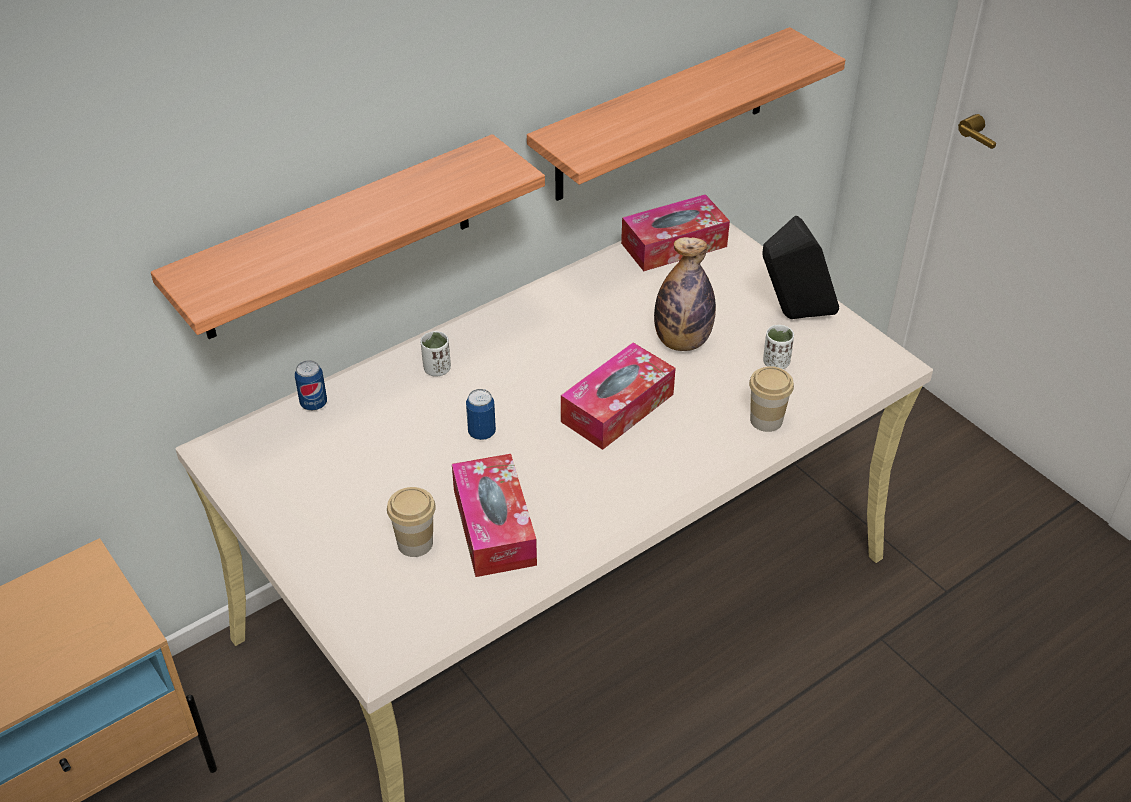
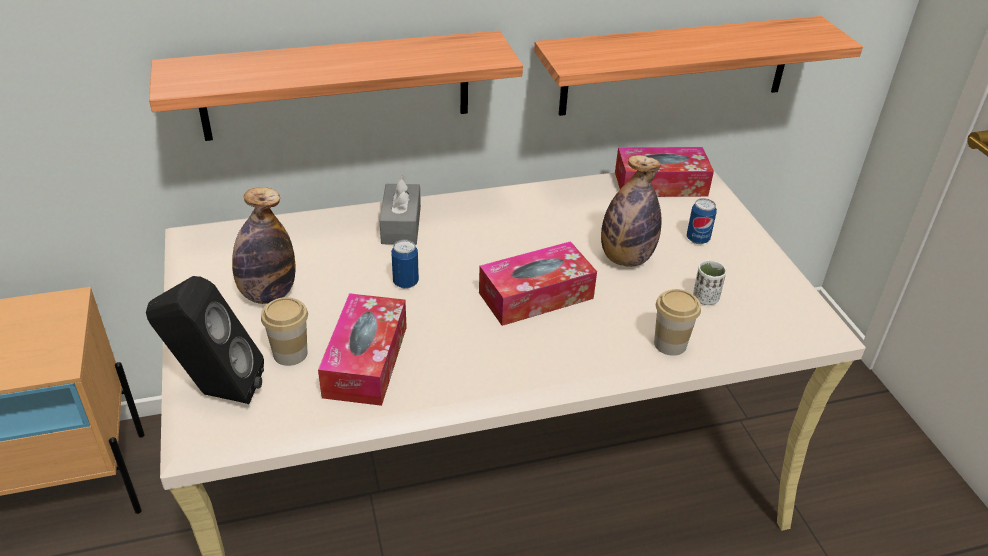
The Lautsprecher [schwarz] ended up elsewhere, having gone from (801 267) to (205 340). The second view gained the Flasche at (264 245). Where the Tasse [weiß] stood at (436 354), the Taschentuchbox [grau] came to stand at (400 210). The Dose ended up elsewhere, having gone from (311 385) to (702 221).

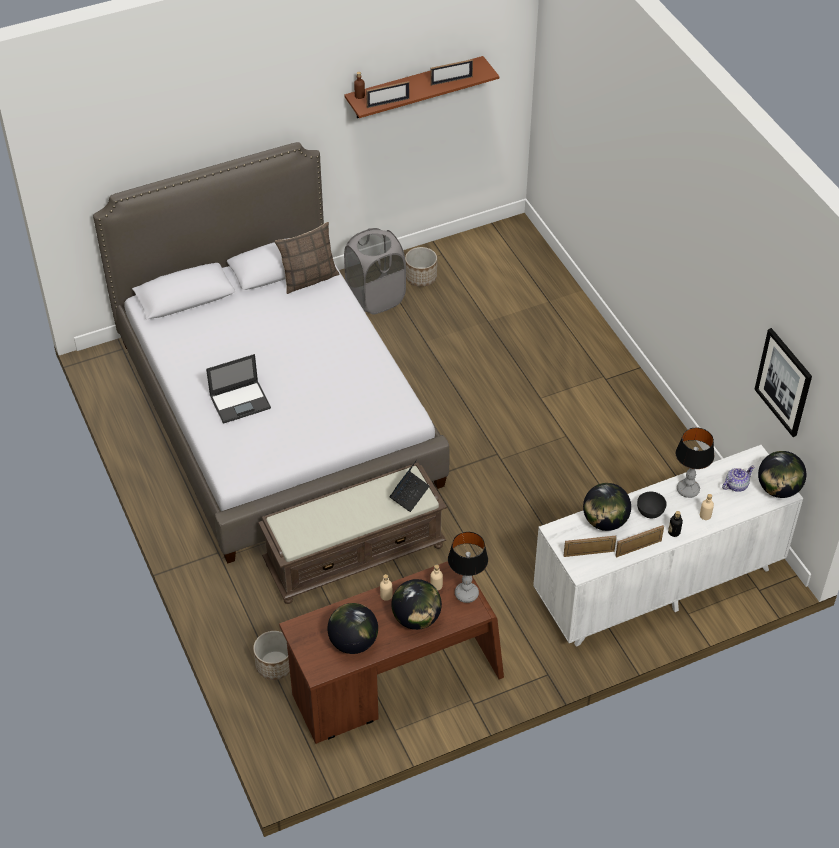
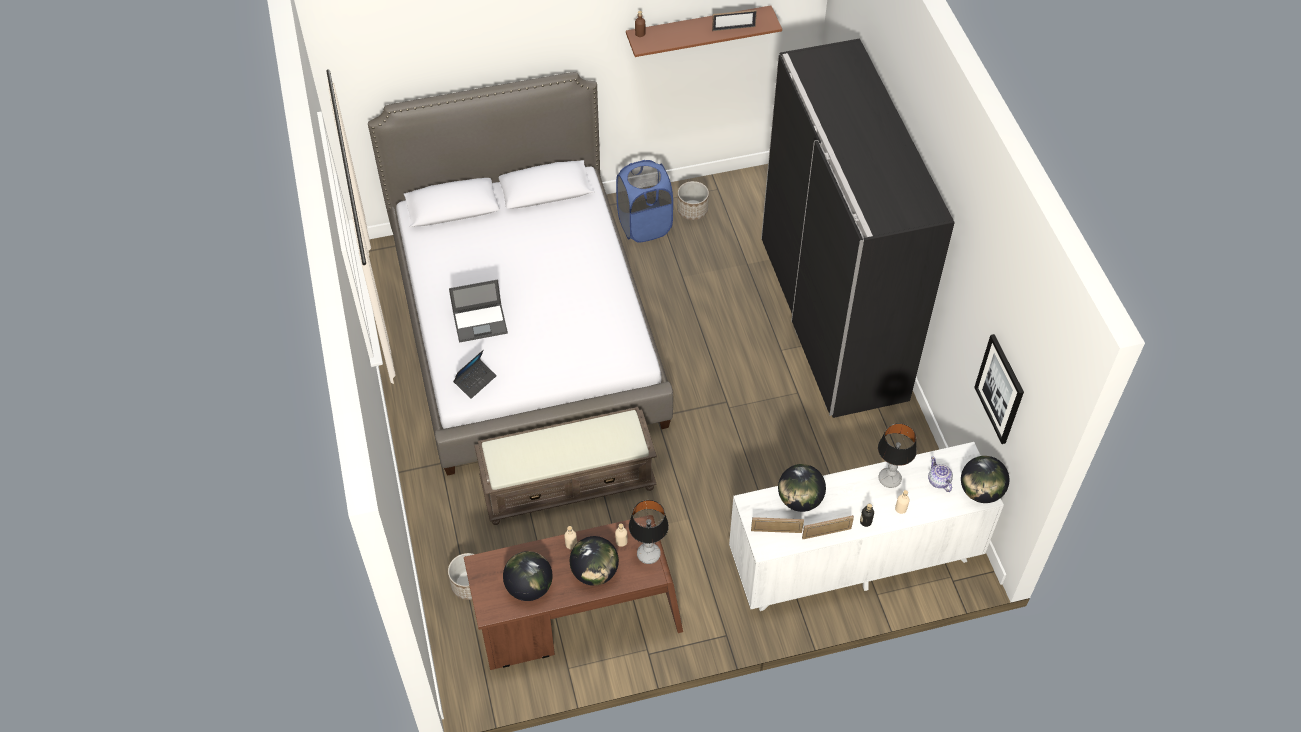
The Laptop ended up elsewhere, having gone from (409 486) to (475 374). What was the Wäschekorb [grau] at (375 271) turned into the Wäschekorb [blau] at (644 201). The second view gained the Kleiderschrank [schwarz] at (858 228). The Teekanne at (738 479) ended up facing another way, 90 degrees counterclockwise from before. The second view lost the Kissen at (307 258). The second view lost the Bilderrahmen at (388 94). The second view lost the Schüssel [grau] at (652 504).

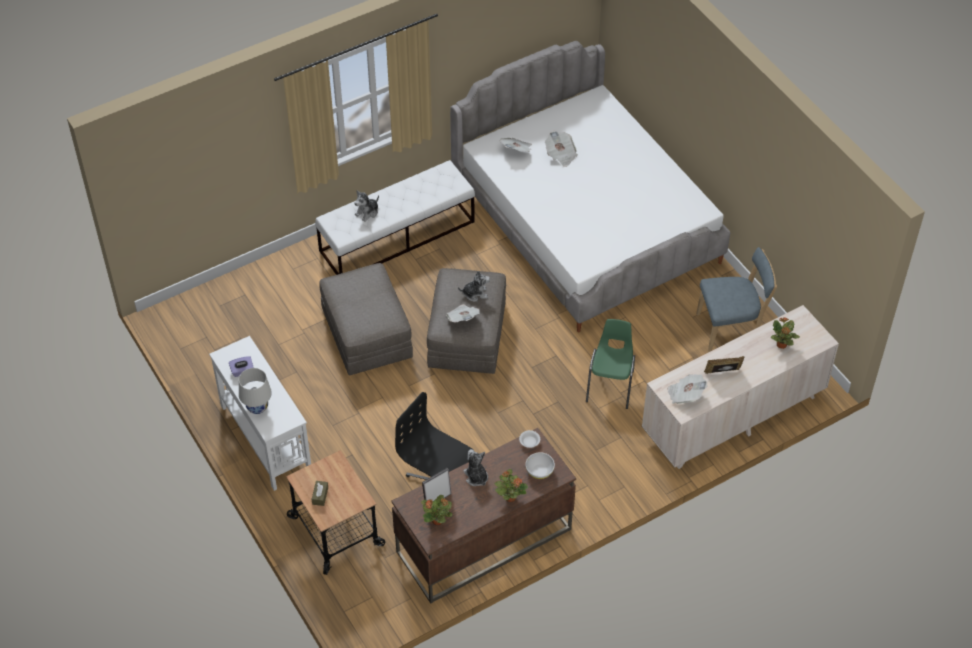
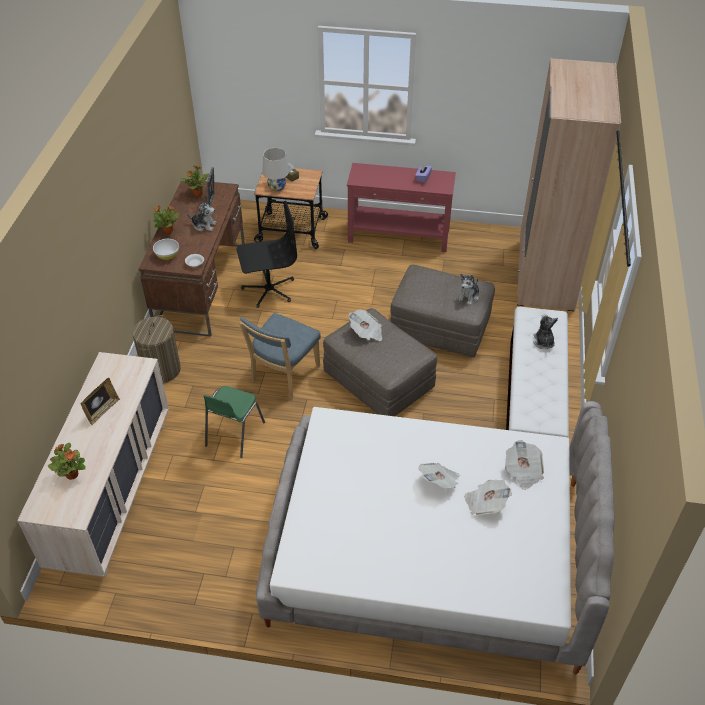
The second view gained the Wäschekorb at (156 349). The Stuhl [grün] at (610 364) ended up facing another way, 60 degrees clockwise from before. The Stuhl [blau] ended up elsewhere, having gone from (736 299) to (280 356). The Tischlampe [weiß] ended up elsewhere, having gone from (255 391) to (275 169). What was the Konsolentisch [weiß] at (260 413) turned into the Konsolentisch [rot] at (401 207). The Zeitung ended up elsewhere, having gone from (687 389) to (439 475). The Plüschtier ended up elsewhere, having gone from (474 286) to (469 290). The second view gained the Kleiderschrank [beige] at (569 184).

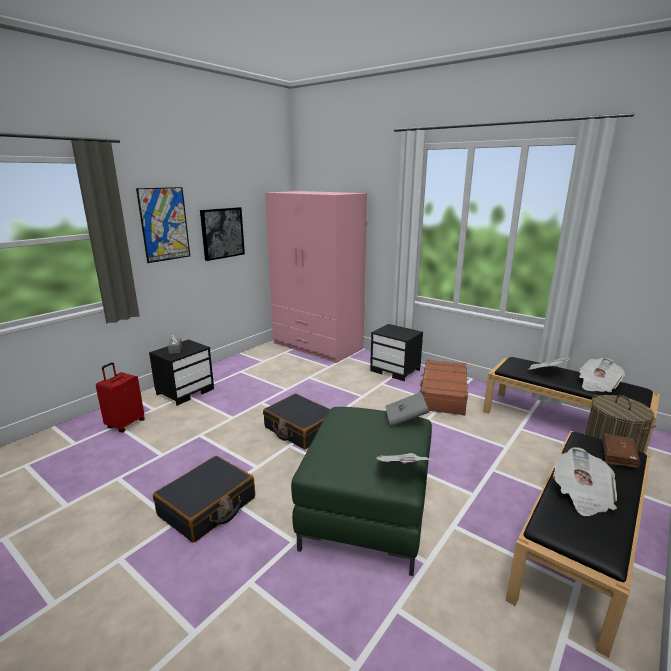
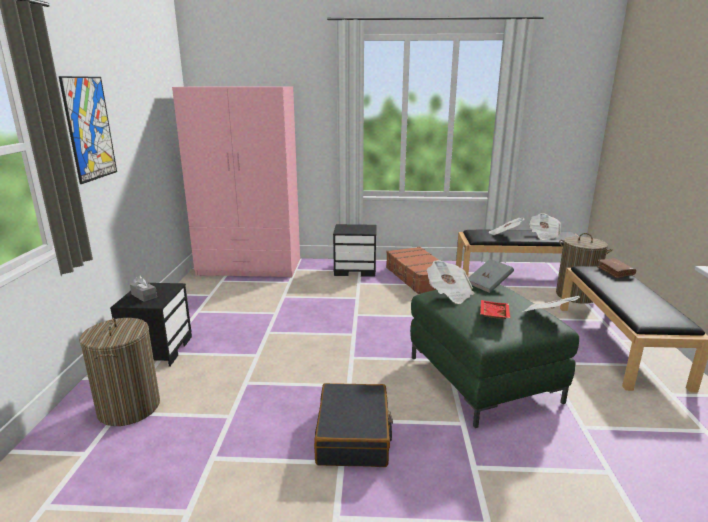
Where the Koffer [rot] stood at (120 397), the Wäschekorb came to stand at (119 372). The Zeitung ended up elsewhere, having gone from (585 481) to (451 282). The second view gained the Tablett [rot] at (495 309). The second view lost the Bild at (222 234). The second view lost the Koffer [schwarz] at (296 422).

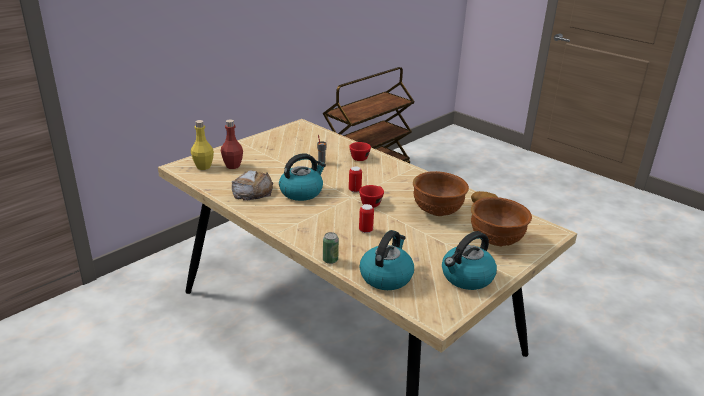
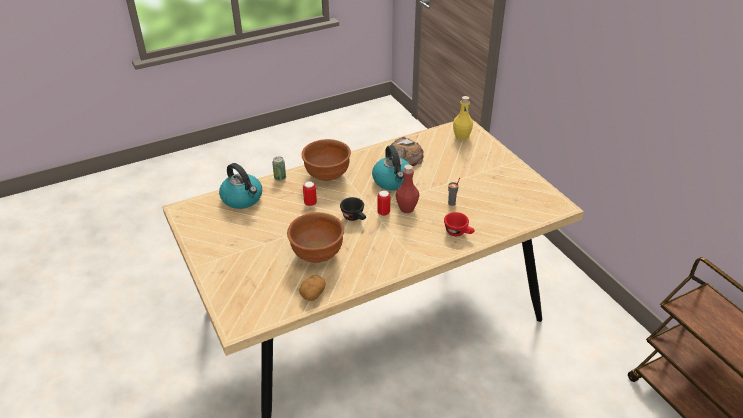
The Schüssel [braun] ended up elsewhere, having gone from (501 221) to (326 160). What was the Tasse [rot] at (371 196) turned into the Tasse [schwarz] at (353 209). The Flasche [rot] ended up elsewhere, having gone from (232 144) to (407 189). The second view lost the Wasserkessel at (469 260).

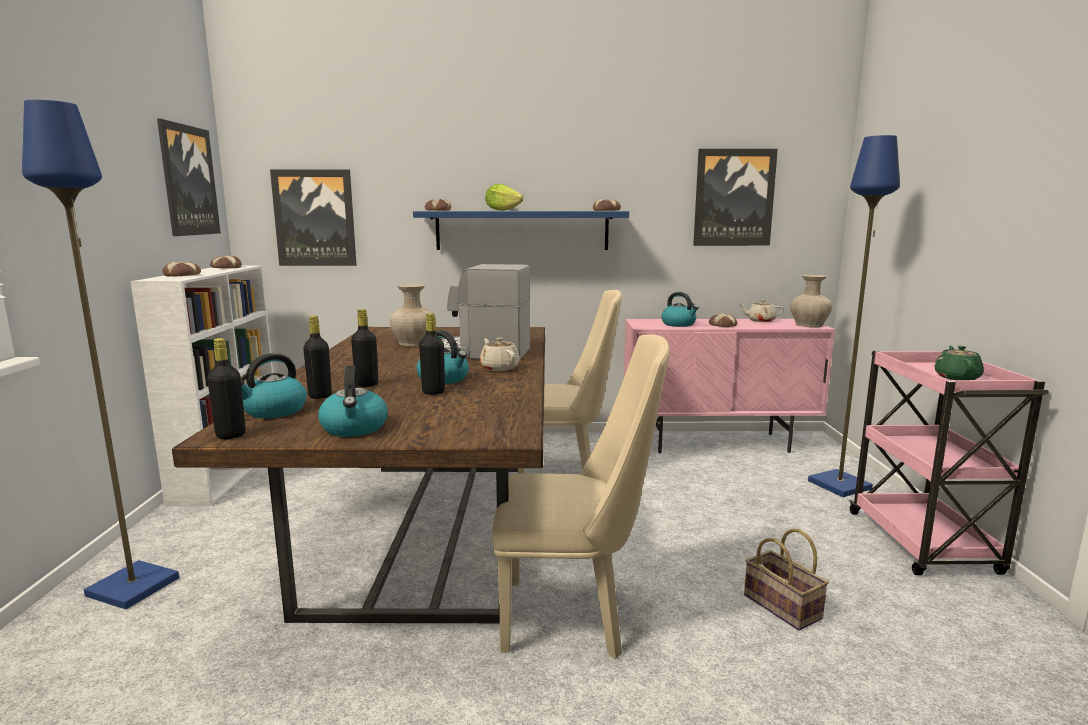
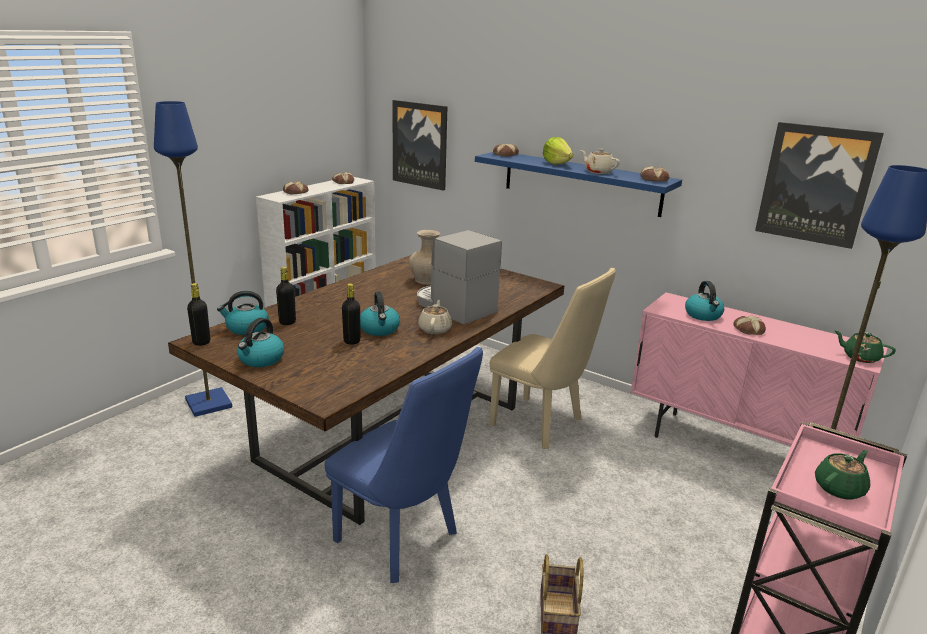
What was the Stuhl [beige] at (581 497) turned into the Stuhl [blau] at (404 465). The Teekanne [beige] ended up elsewhere, having gone from (762 311) to (600 161). Where the Vase [beige] stood at (811 301), the Teekanne [grün] came to stand at (865 346). The second view lost the Bild at (189 177). The second view lost the Flasche [schwarz] at (364 348).

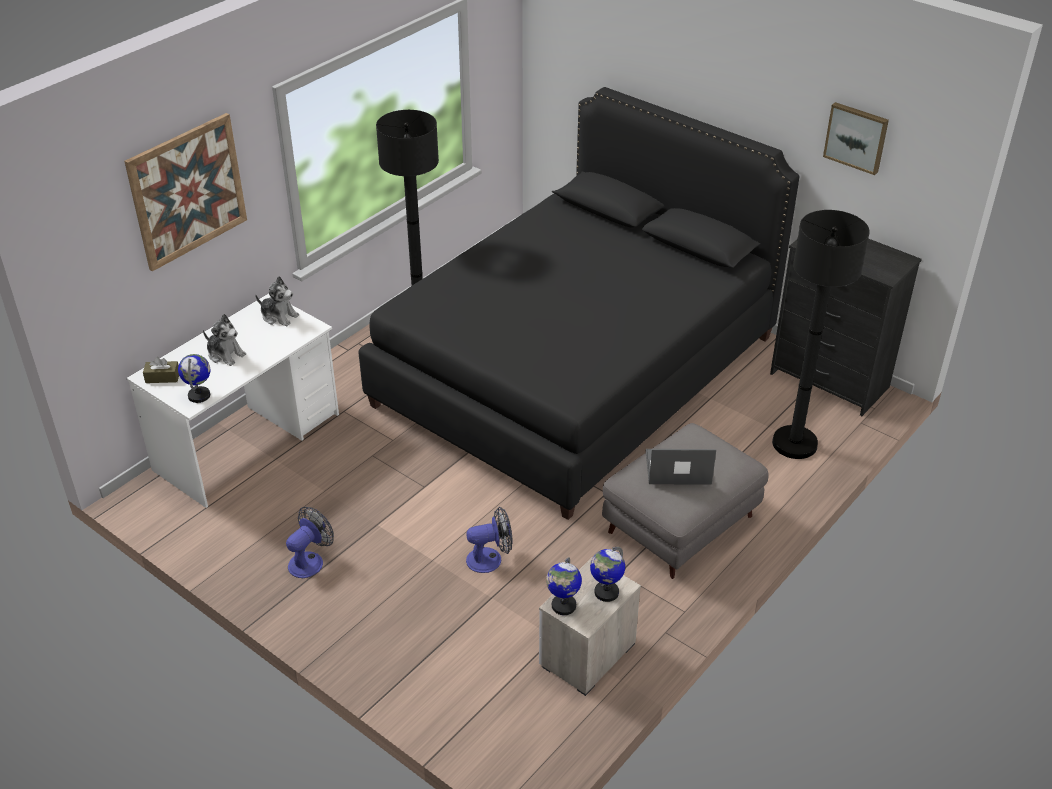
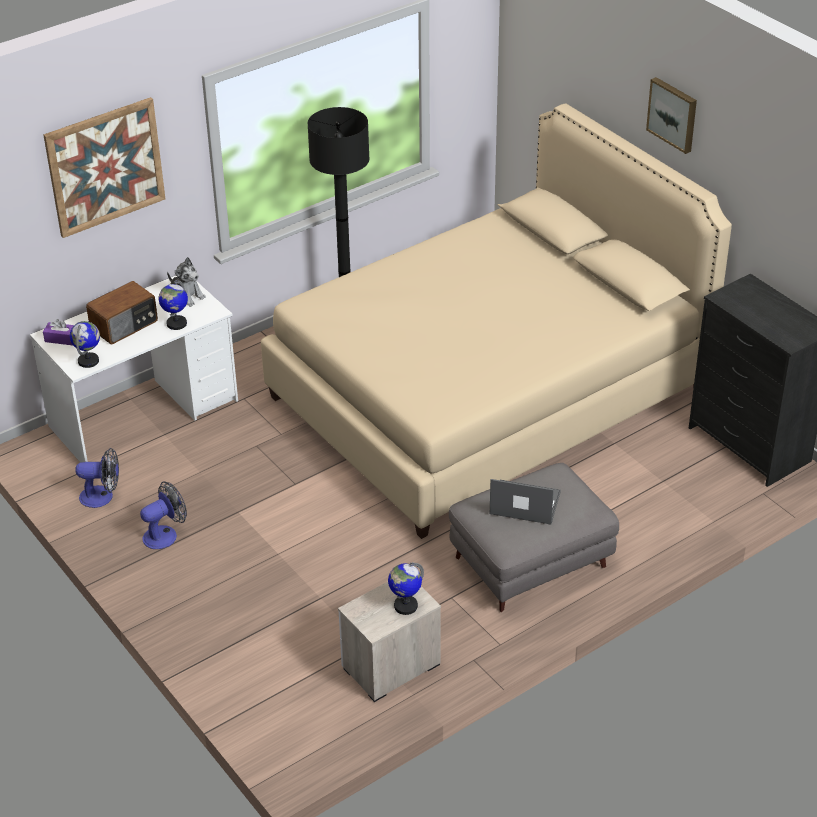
What was the Taschentuchbox [braun] at (161 370) turned into the Taschentuchbox [lila] at (58 332). The Ventilator ended up elsewhere, having gone from (489 540) to (97 478). Where the Plüschtier stood at (224 340), the Radio came to stand at (122 312). The Globus ended up elsewhere, having gone from (564 586) to (173 305). What was the Bett [schwarz] at (579 303) turned into the Bett [beige] at (496 321). The Bild ended up elsewhere, having gone from (856 138) to (671 115). The second view lost the Stehlampe [schwarz] at (821 334).

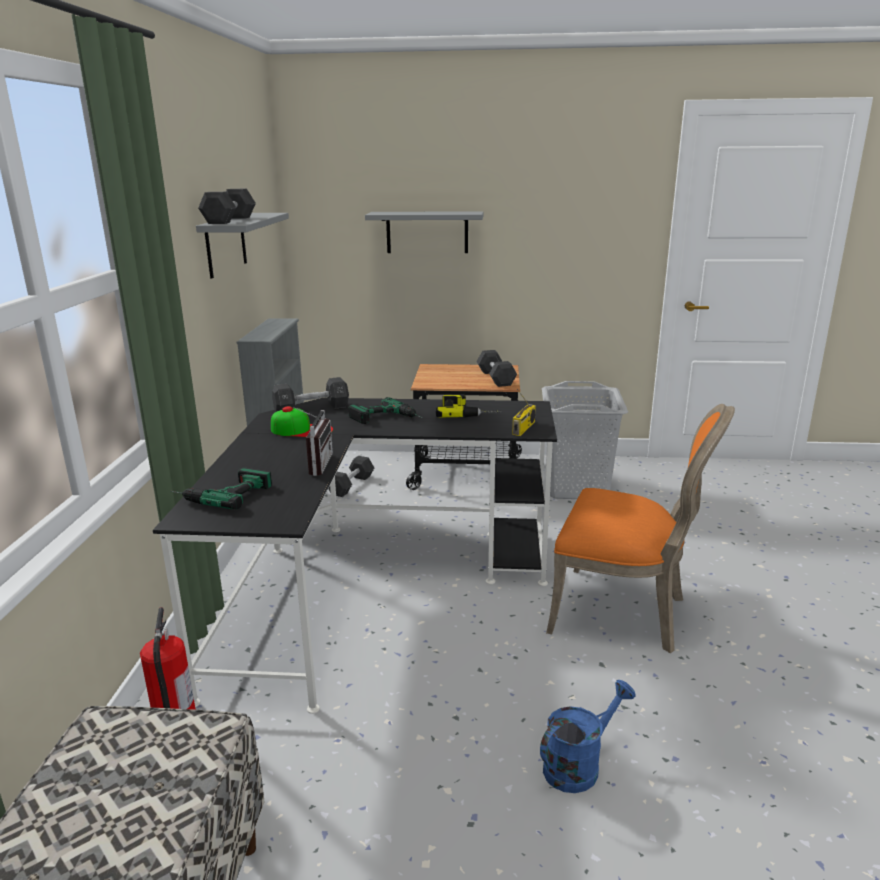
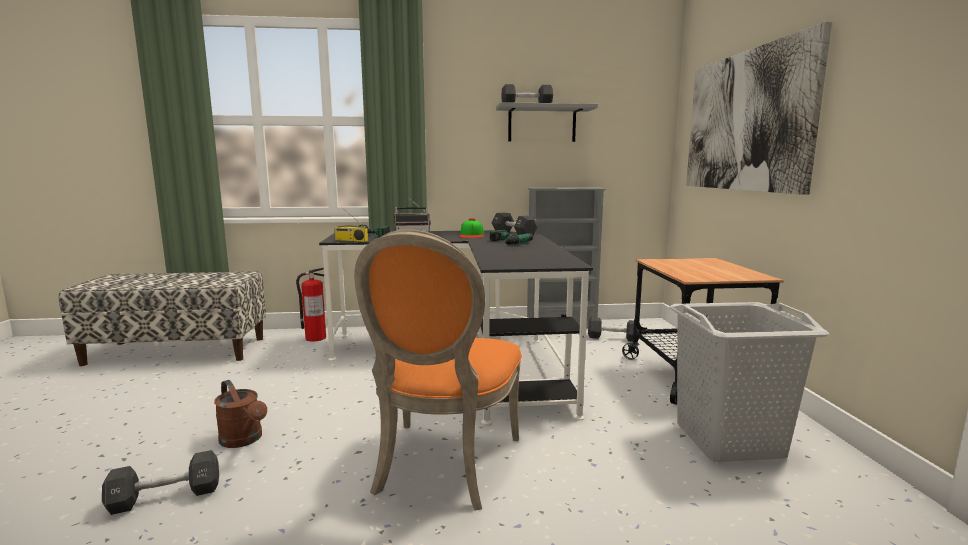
The Hantel [schwarz] ended up elsewhere, having gone from (496 368) to (160 482). What was the Gießkanne [blau] at (588 736) turned into the Gießkanne [braun] at (240 414). The Radio ended up elsewhere, having gone from (524 412) to (351 224). Where the Wandregal [grau] hung at (424 232), the Bild came to hang at (759 108). The second view lost the Bohrmaschine at (468 406).

